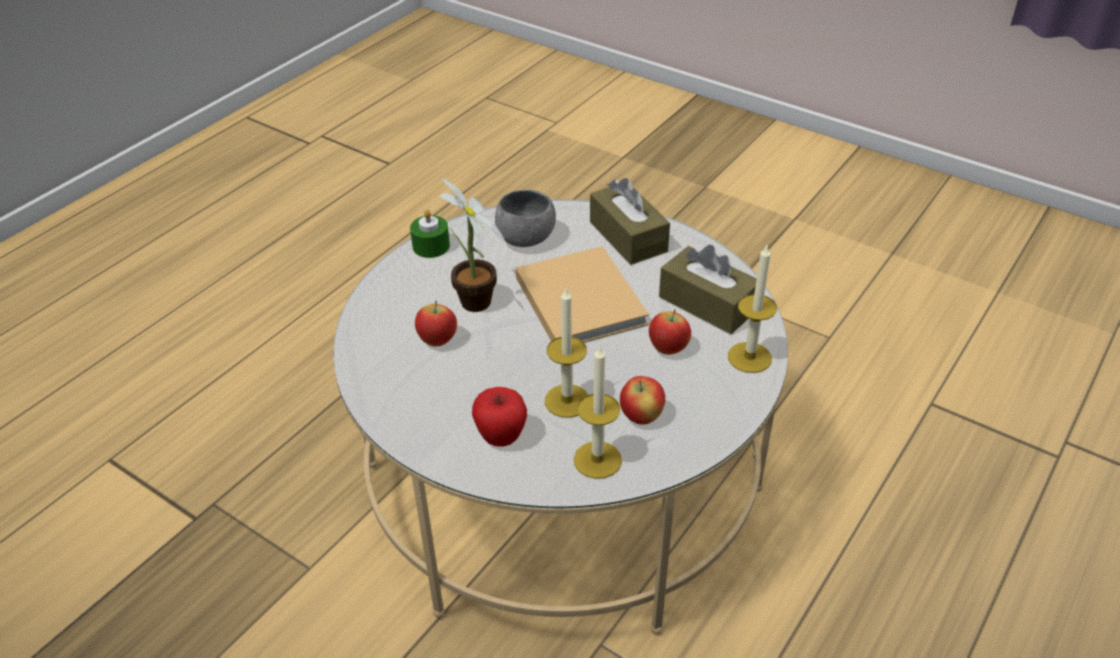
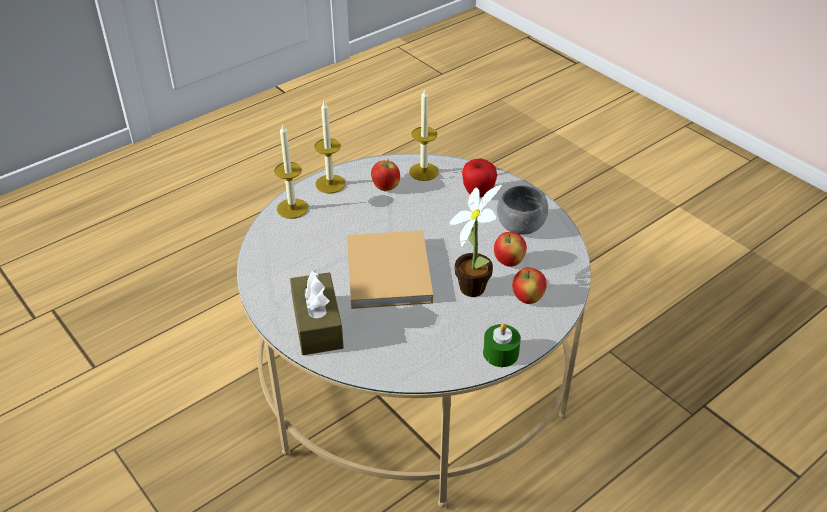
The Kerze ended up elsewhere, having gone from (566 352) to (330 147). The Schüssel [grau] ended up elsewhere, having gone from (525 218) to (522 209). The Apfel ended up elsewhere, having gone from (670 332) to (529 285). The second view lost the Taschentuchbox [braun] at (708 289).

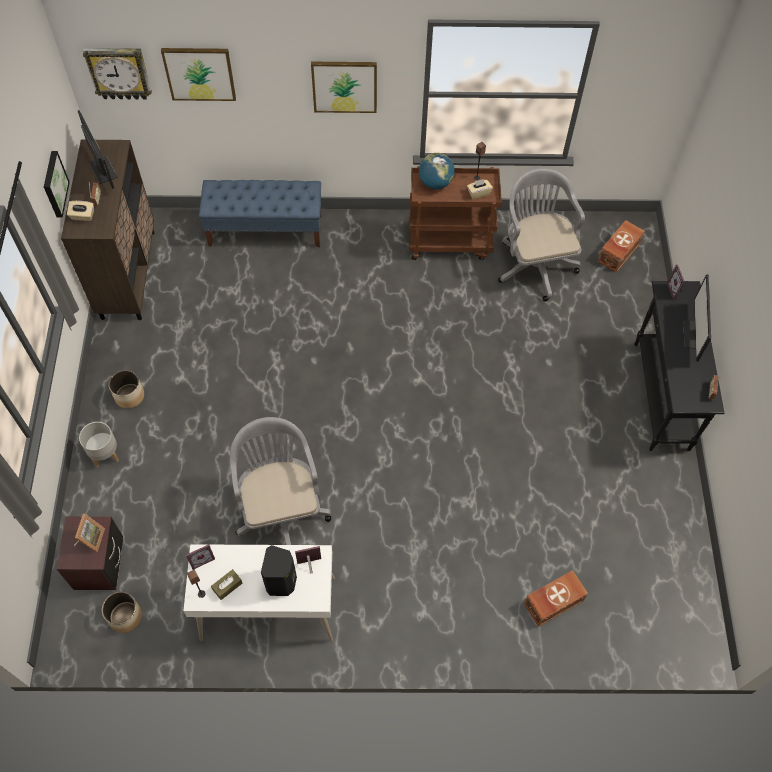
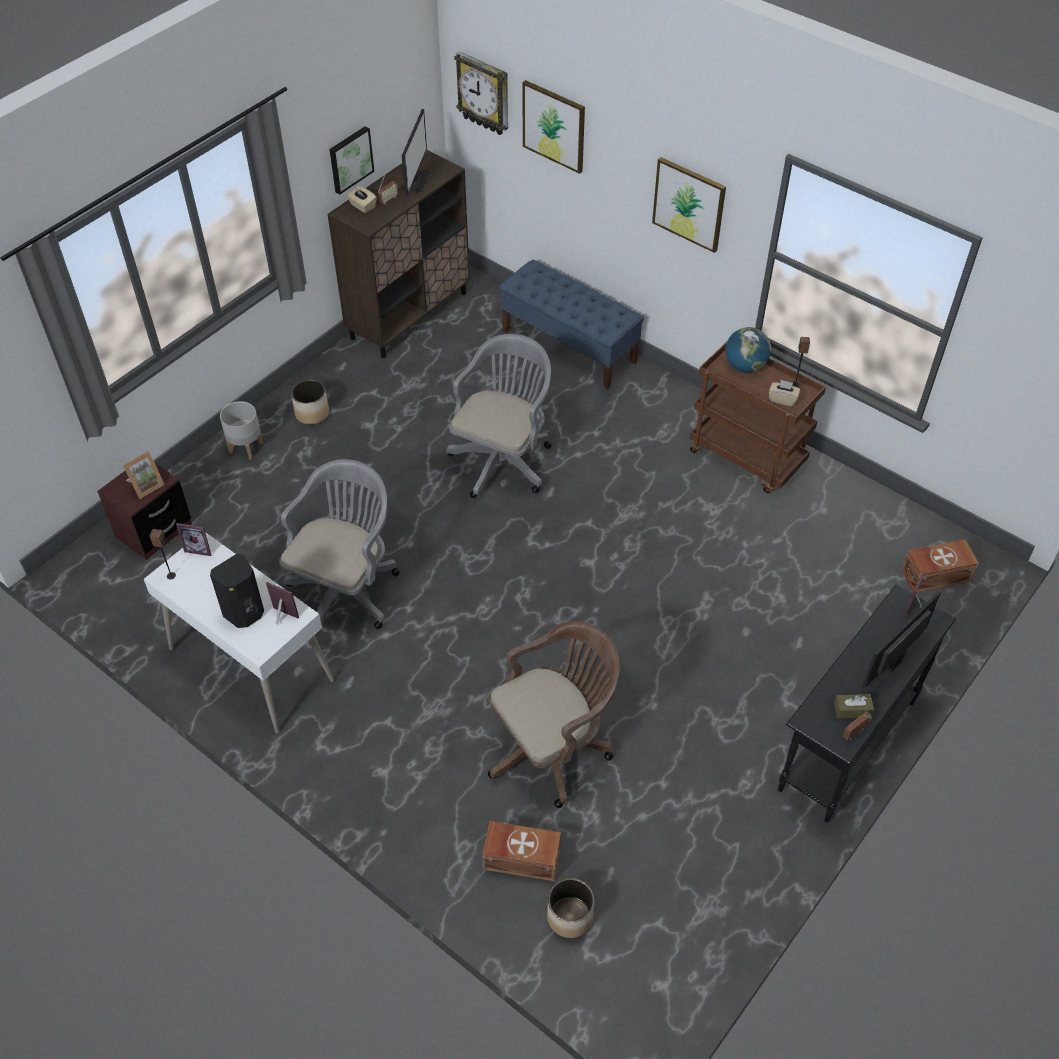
The Bürostuhl [grau] ended up elsewhere, having gone from (541 235) to (498 416). The second view gained the Bürostuhl [braun] at (554 714). The Pflanzkübel ended up elsewhere, having gone from (122 612) to (570 908). The Taschentuchbox [braun] ended up elsewhere, having gone from (226 584) to (854 706).

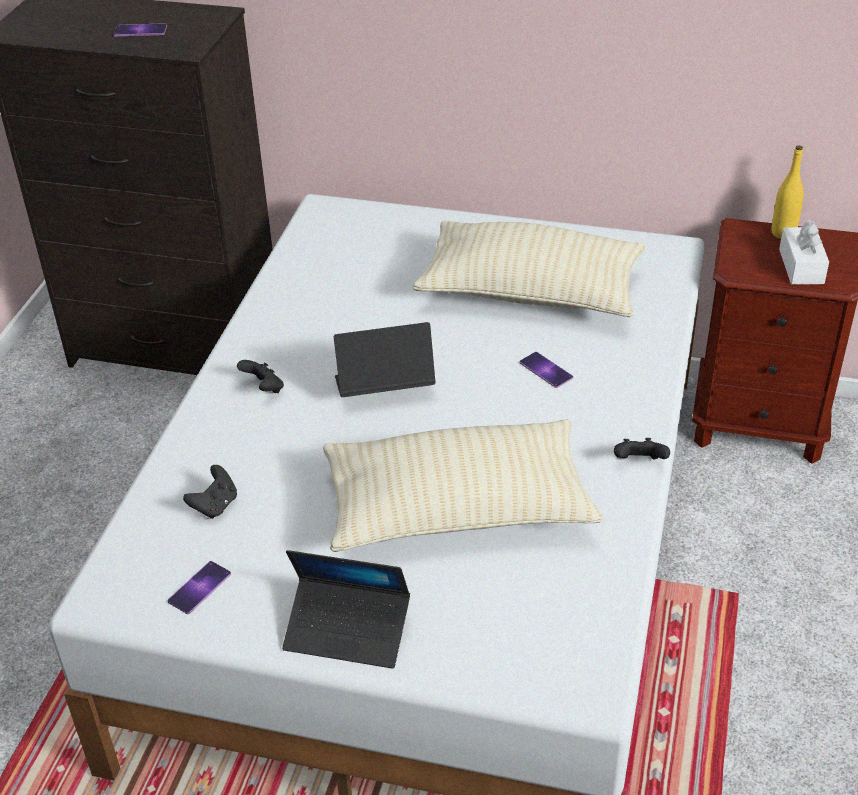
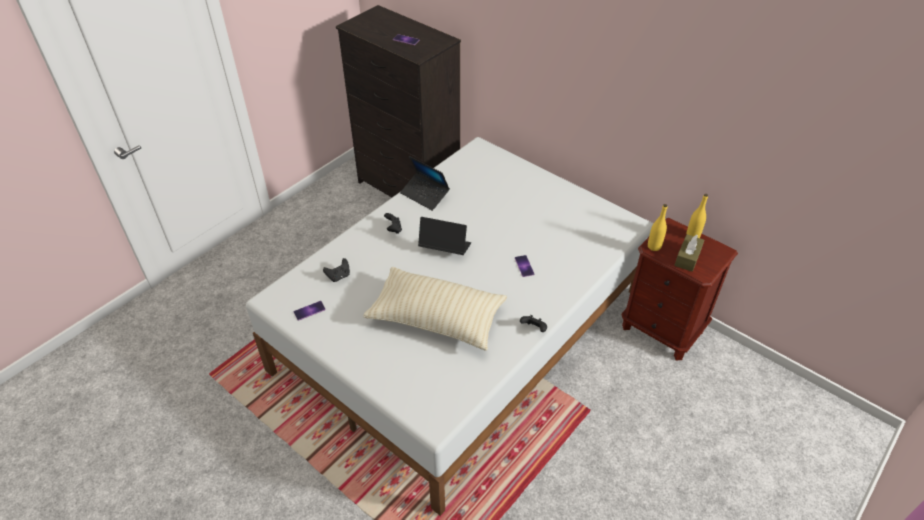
The Laptop ended up elsewhere, having gone from (346 609) to (425 183). The second view gained the Flasche [gelb] at (658 227). What was the Taschentuchbox [weiß] at (804 252) turned into the Taschentuchbox [braun] at (689 253). The second view lost the Kissen [beige] at (529 268).

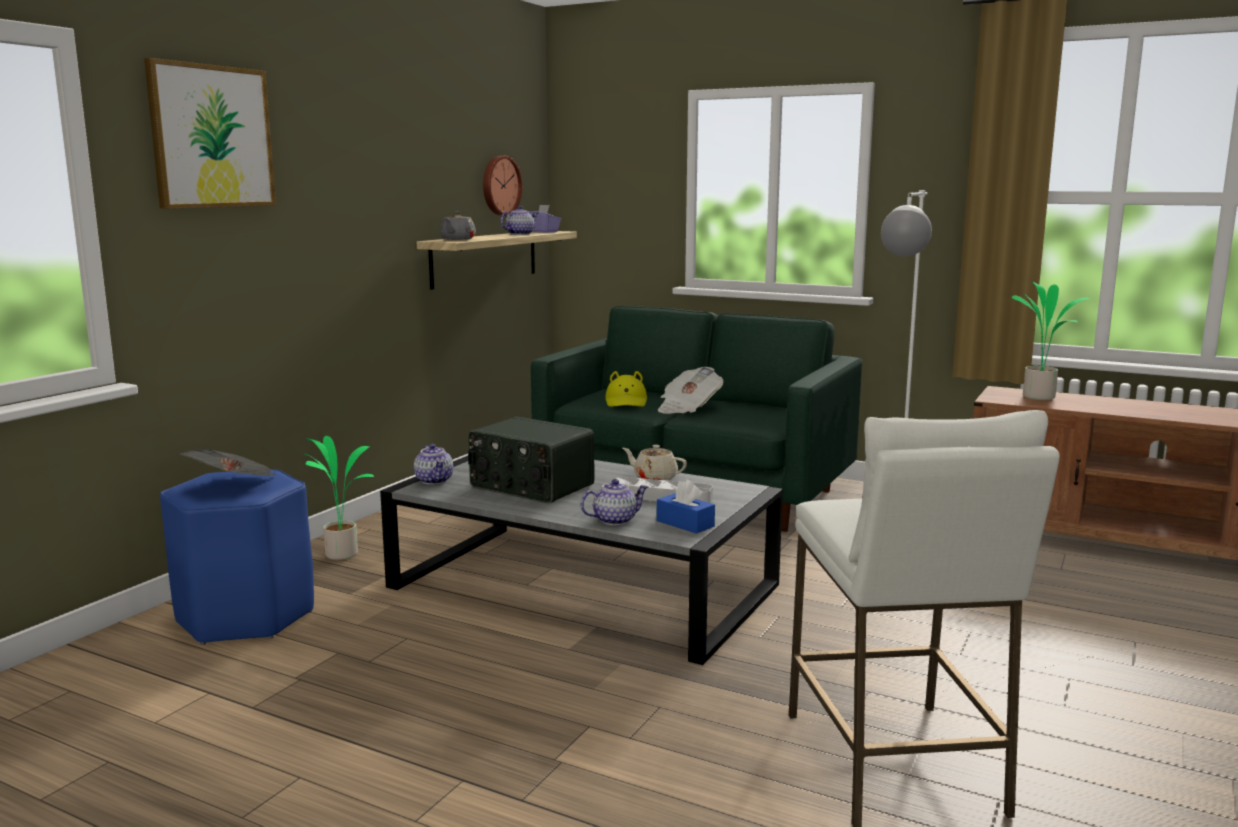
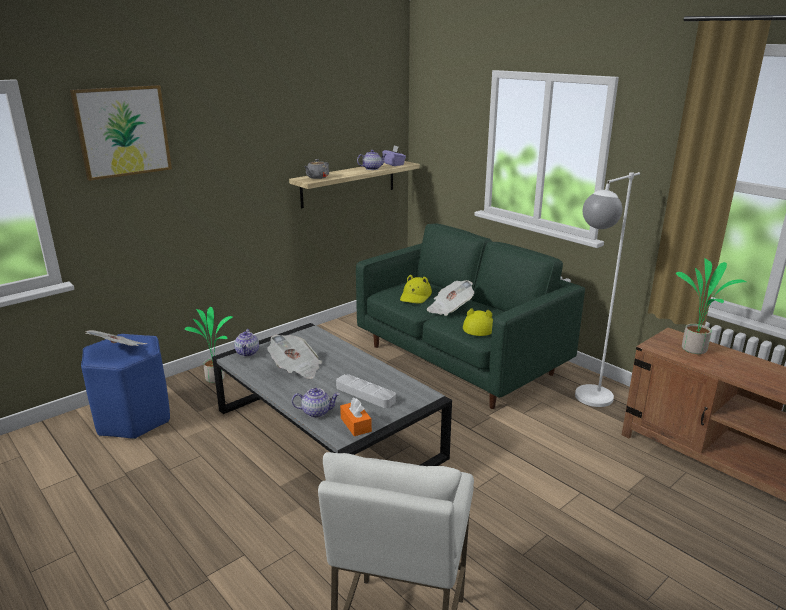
Where the Radio stood at (531 460), the Zeitung came to stand at (295 356). What was the Taschentuchbox [blau] at (686 507) turned into the Taschentuchbox [orange] at (356 417). The second view gained the Hut [gelb] at (478 322). The second view lost the Wanduhr at (502 186). The second view lost the Teekanne [beige] at (655 463).

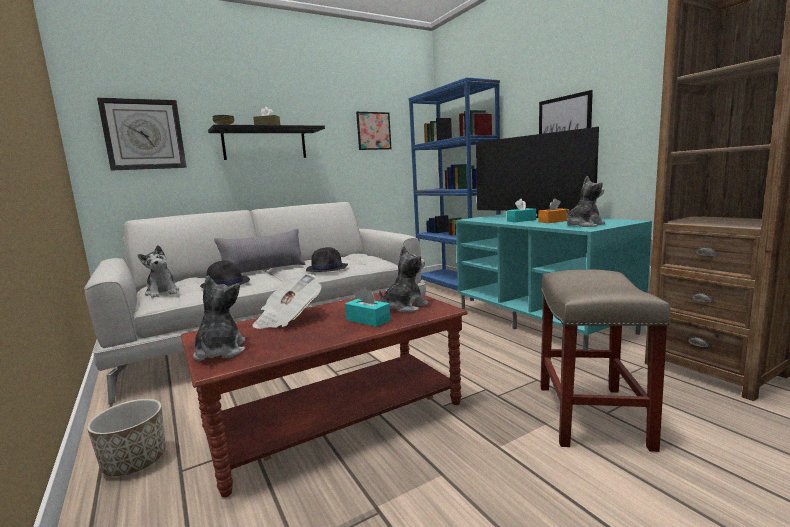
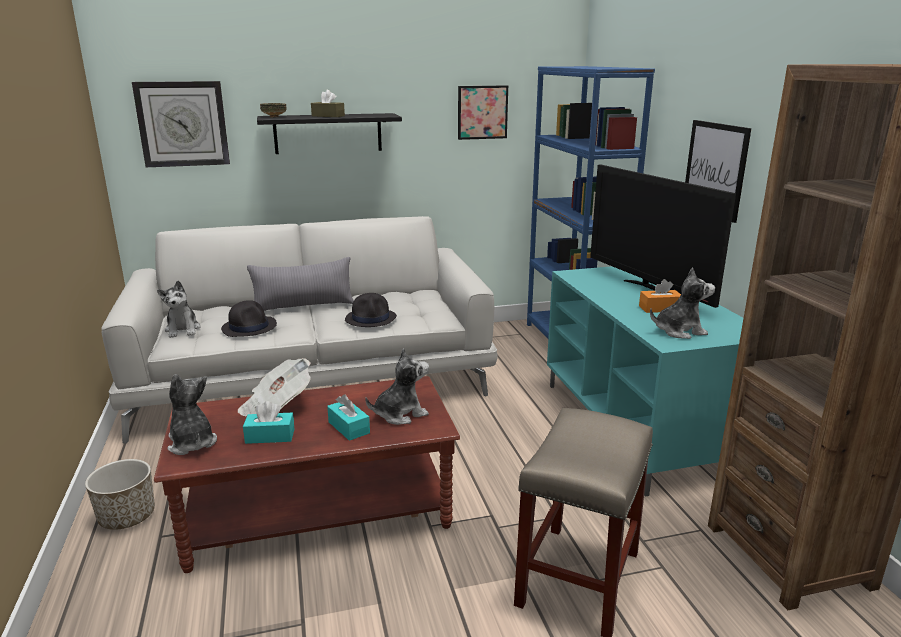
The Plüschtier at (219 318) ended up facing another way, 45 degrees counterclockwise from before. The Taschentuchbox [türkis] ended up elsewhere, having gone from (521 210) to (268 422).

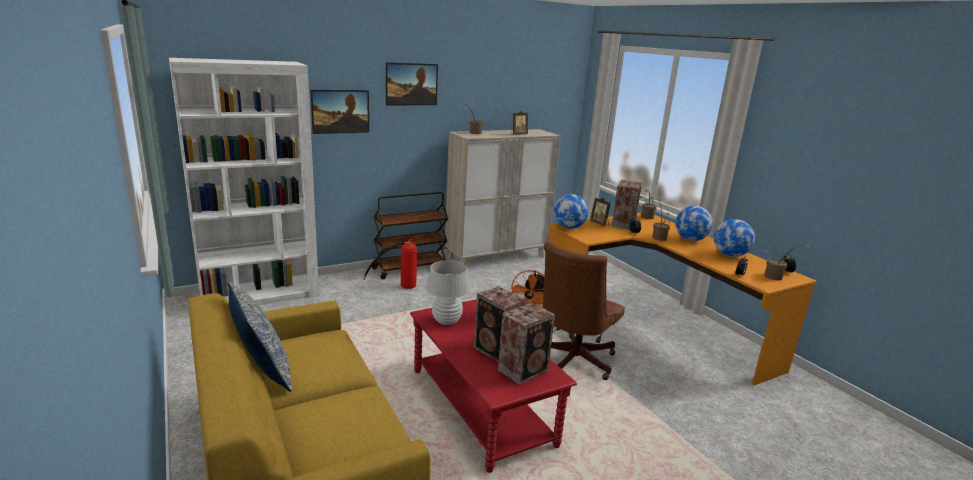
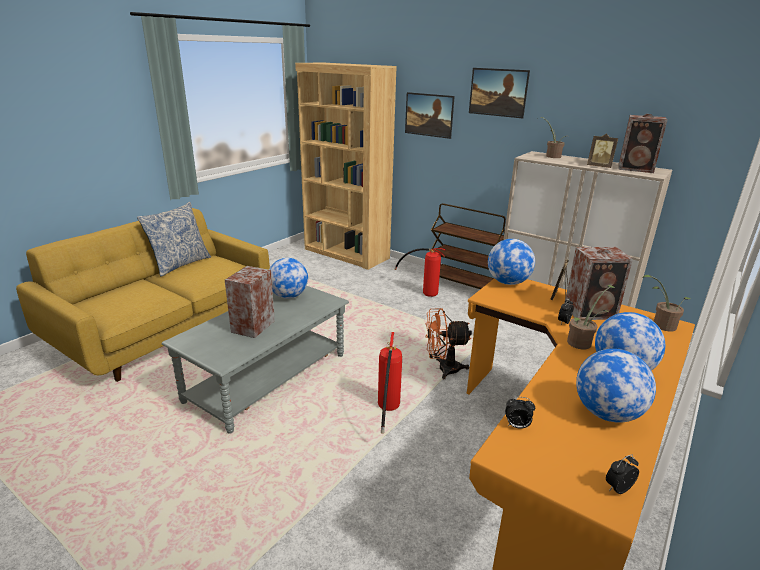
What was the Couchtisch [rot] at (493 386) turned into the Couchtisch [grau] at (255 360). Where the Tischlampe [weiß] stood at (448 292), the Globus came to stand at (288 278). What was the Bücherregal [weiß] at (244 181) turned into the Bücherregal [braun] at (346 166). Where the Bürostuhl [braun] stood at (584 310), the Feuerlöscher came to stand at (390 383). The Lautsprecher ended up elsewhere, having gone from (526 343) to (642 143). The second view lost the Topfpflanze at (788 263).

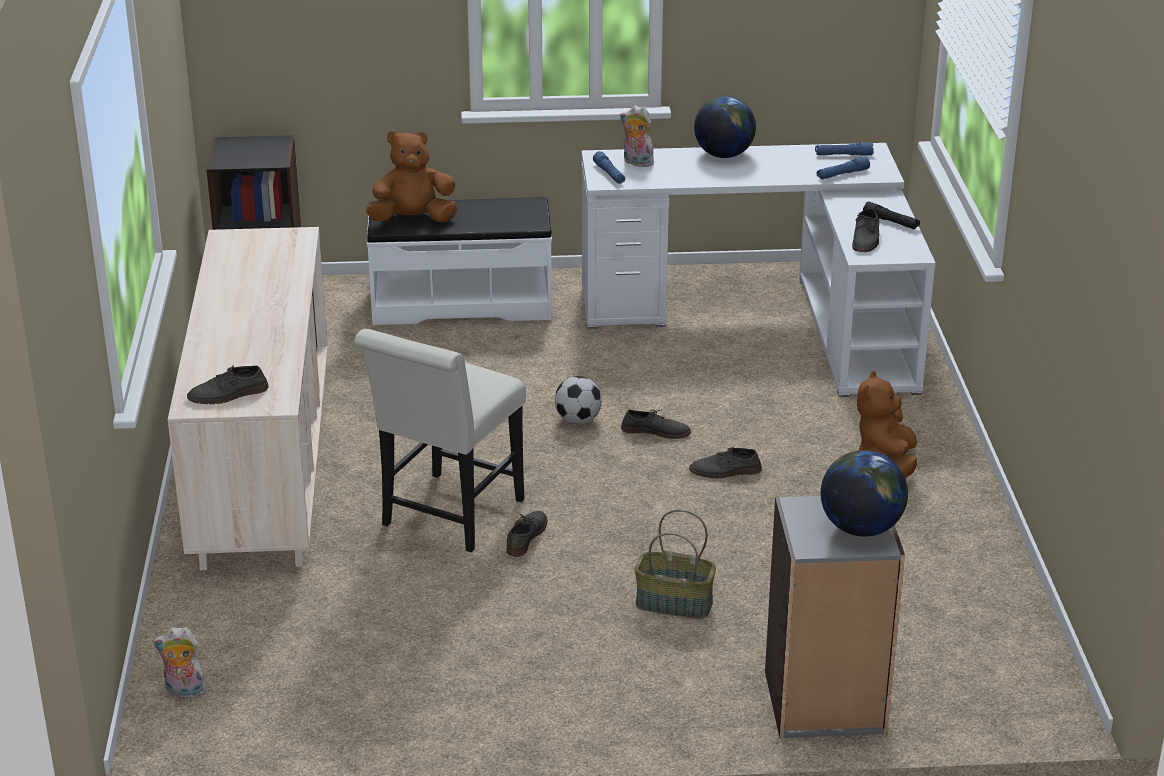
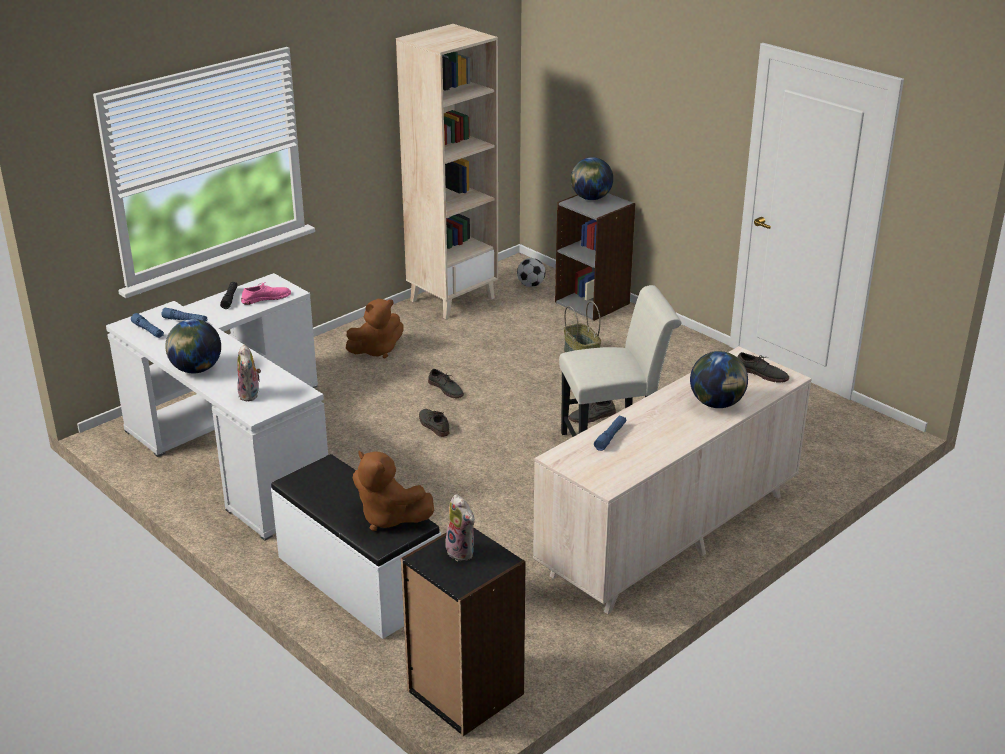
What was the Schuh [grau] at (865 230) turned into the Schuh [rosa] at (266 294). The second view gained the Bücherregal [beige] at (447 171). The Plüschtier ended up elsewhere, having gone from (180 662) to (460 527). The Fußball ended up elsewhere, having gone from (578 400) to (531 272). The Taschenlampe [blau] ended up elsewhere, having gone from (609 167) to (610 433). The second view gained the Globus at (719 379).

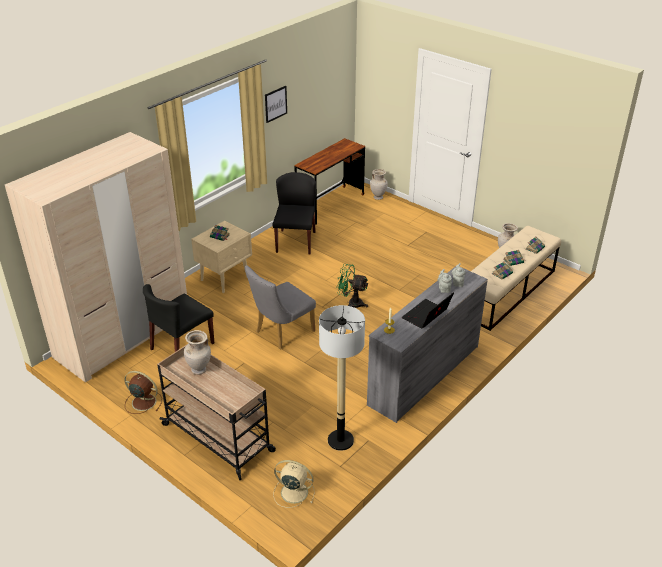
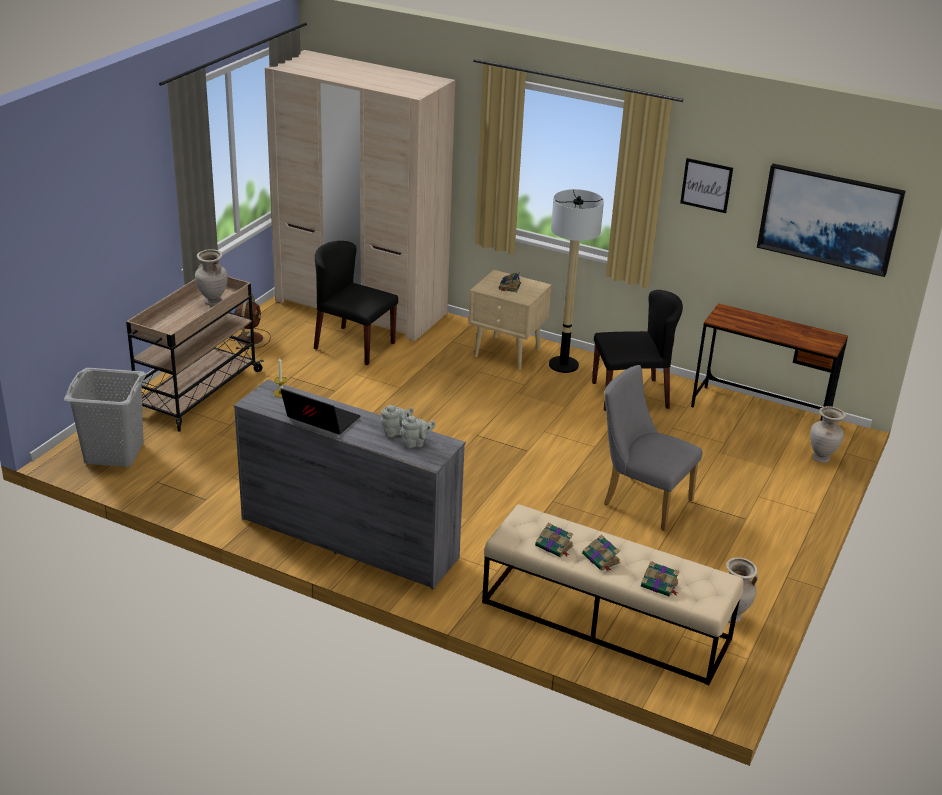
Where the Ventilator [beige] stood at (293 484), the Wäschekorb [grau] came to stand at (105 417). The Stehlampe ended up elsewhere, having gone from (342 378) to (576 281). The Stuhl [grau] ended up elsewhere, having gone from (280 307) to (653 448). The second view gained the Bild at (831 220). The second view lost the Ventilator [grün] at (352 286).

